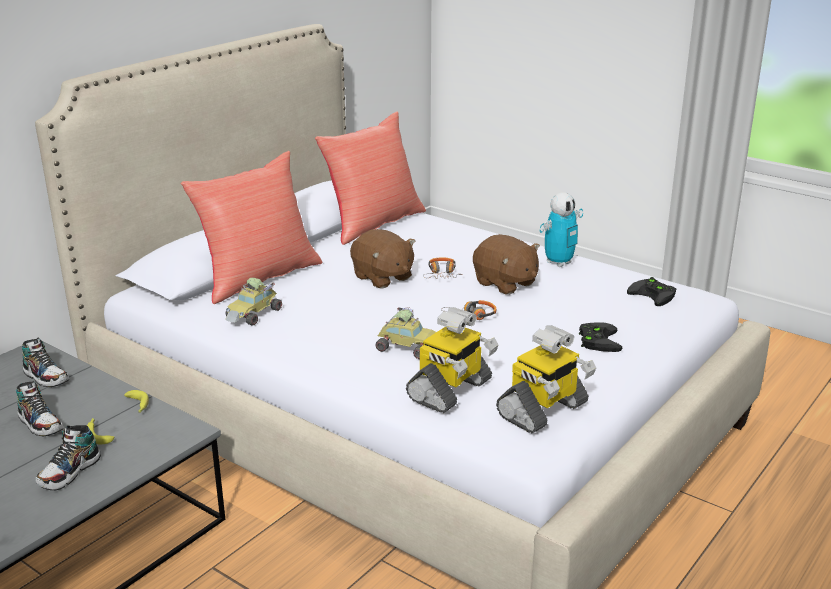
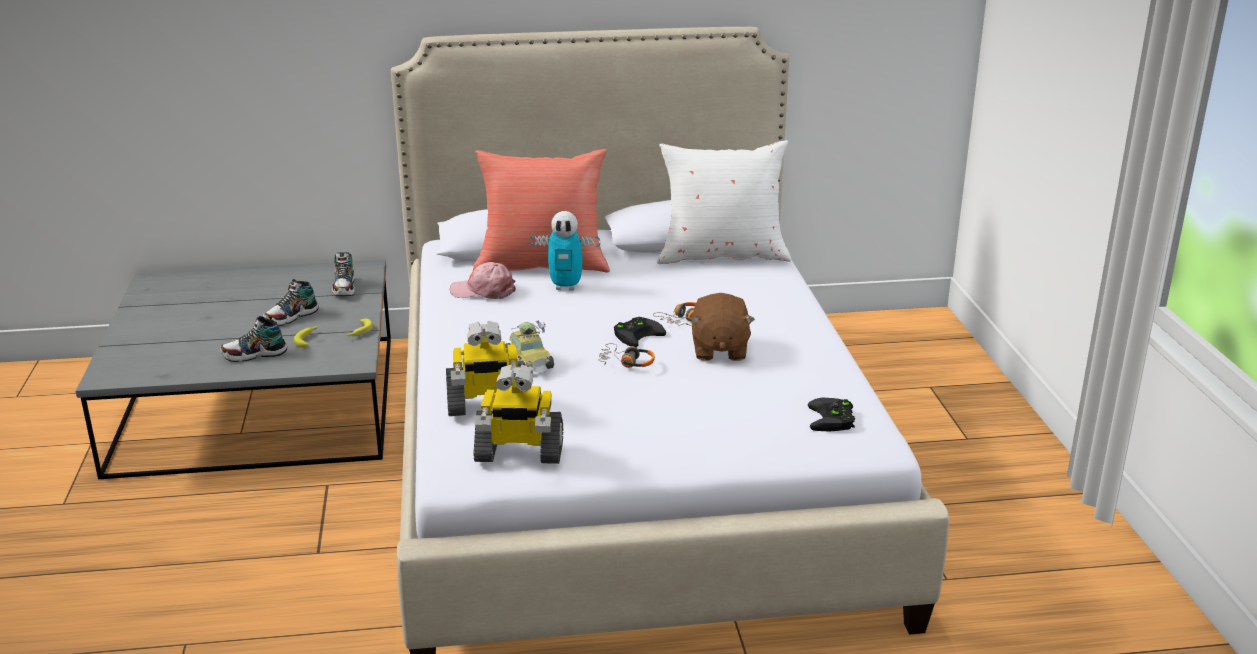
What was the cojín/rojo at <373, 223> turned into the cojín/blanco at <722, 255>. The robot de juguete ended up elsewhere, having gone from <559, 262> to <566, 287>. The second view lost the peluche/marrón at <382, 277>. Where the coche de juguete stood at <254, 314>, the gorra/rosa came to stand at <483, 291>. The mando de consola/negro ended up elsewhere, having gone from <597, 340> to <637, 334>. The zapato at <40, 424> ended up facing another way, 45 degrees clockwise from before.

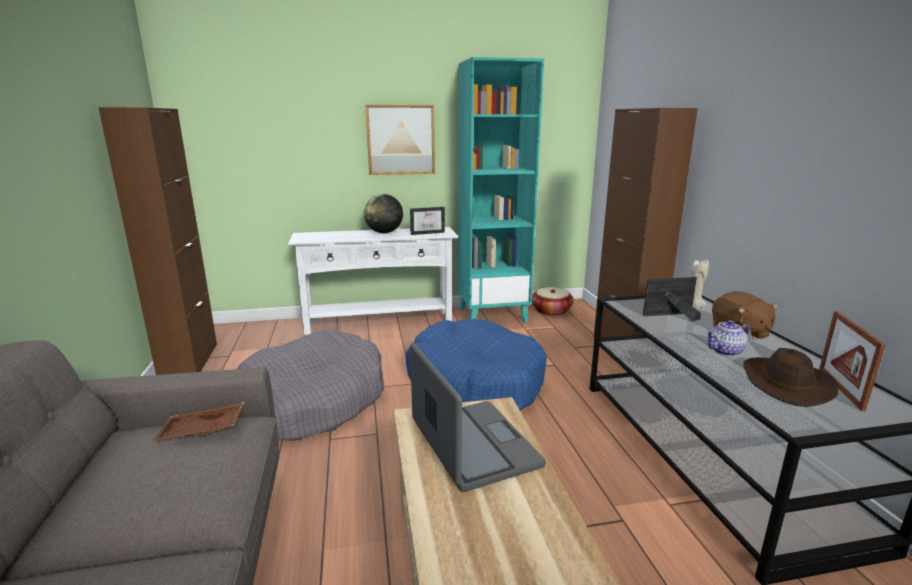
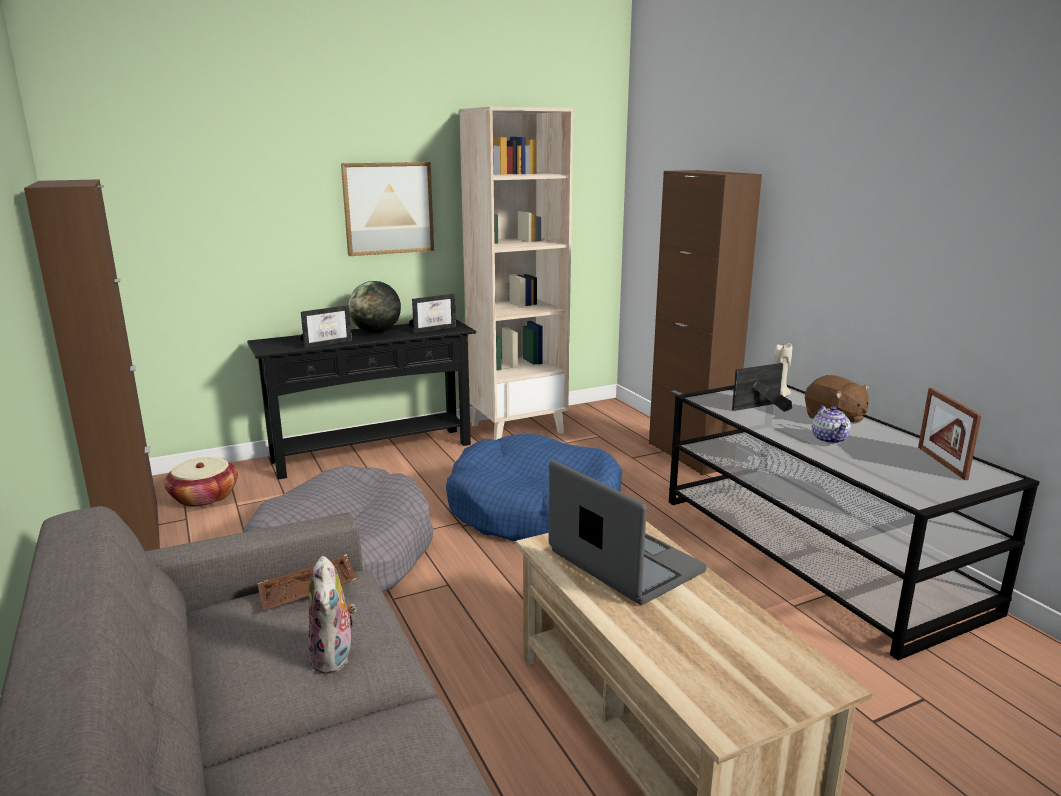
What was the estantería/turquesa at <493, 315> turned into the estantería/beis at <517, 428>. What was the mesa consola/blanco at <379, 322> turned into the mesa consola/negro at <372, 452>. The cesta ended up elsewhere, having gone from <551, 311> to <204, 497>. The tetera at <725, 351> ended up facing another way, 60 degrees counterclockwise from before. The second view lost the sombrero/marrón at <784, 383>. The second view gained the portarretratos at <327, 343>. The second view gained the peluche at <335, 657>.

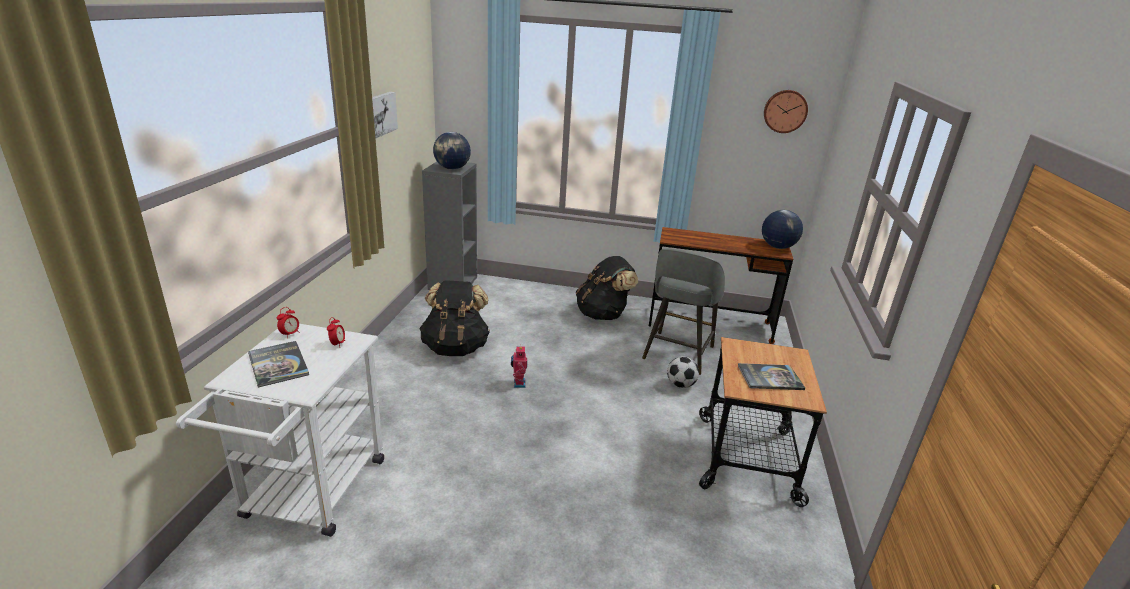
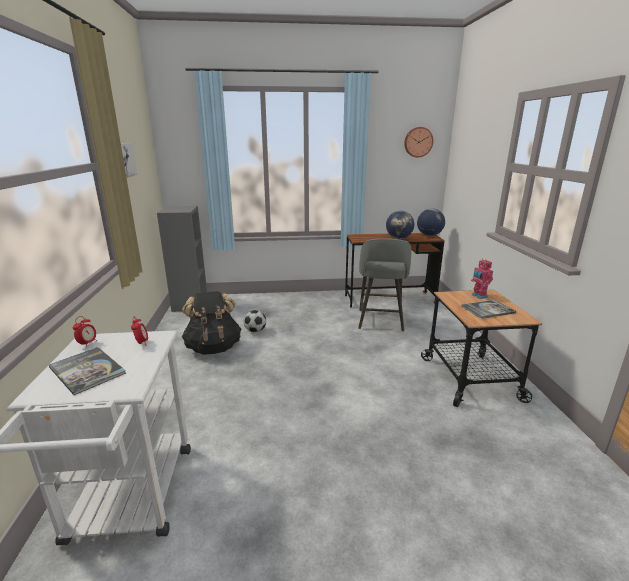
The globo terráqueo ended up elsewhere, having gone from <452, 169> to <399, 238>. The second view lost the mochila/negro at <603, 314>. The robot de juguete ended up elsewhere, having gone from <518, 383> to <478, 296>. The balón de fútbol ended up elsewhere, having gone from <680, 385> to <255, 331>.

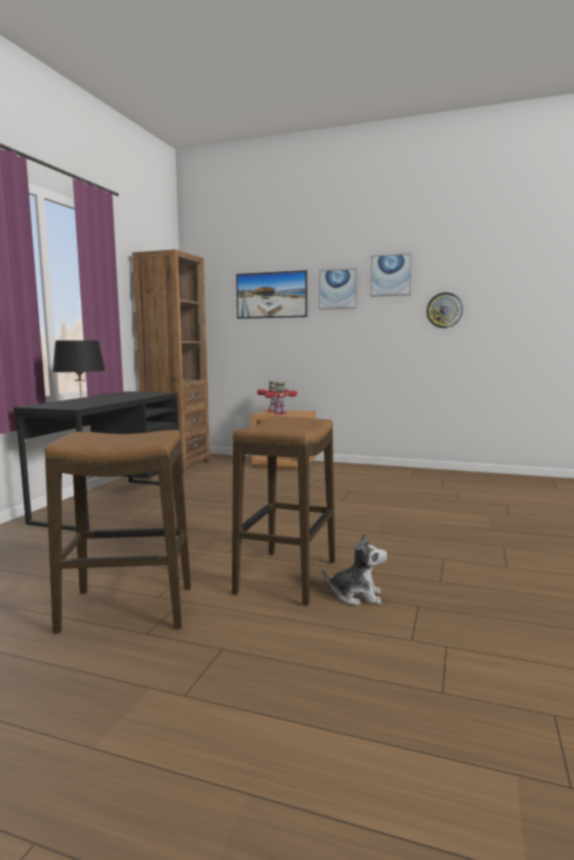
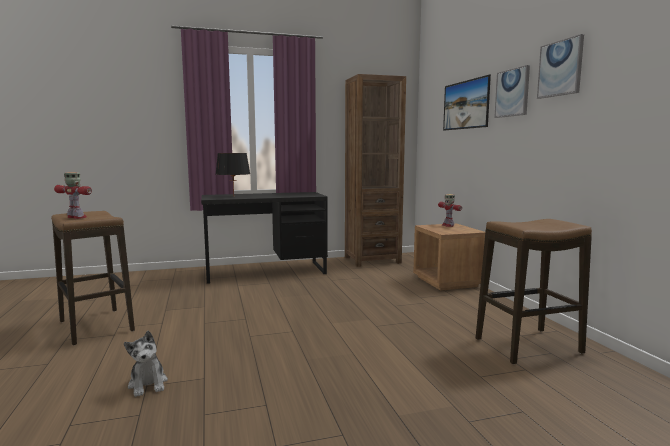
The second view lost the reloj de pared at <444, 310>. The robot de juguete ended up elsewhere, having gone from <280, 413> to <77, 217>. The taburete ended up elsewhere, having gone from <286, 577> to <528, 346>.

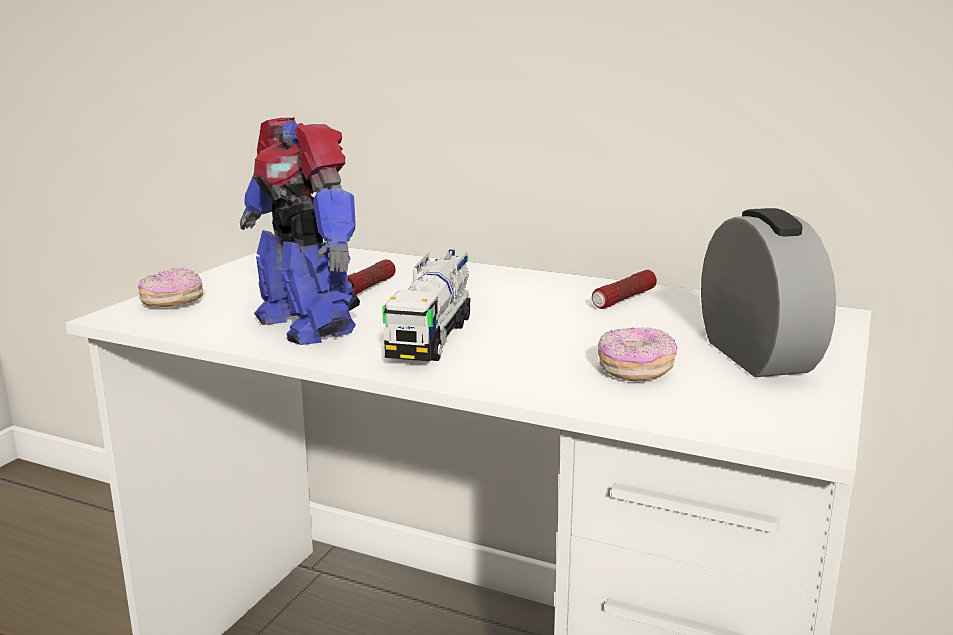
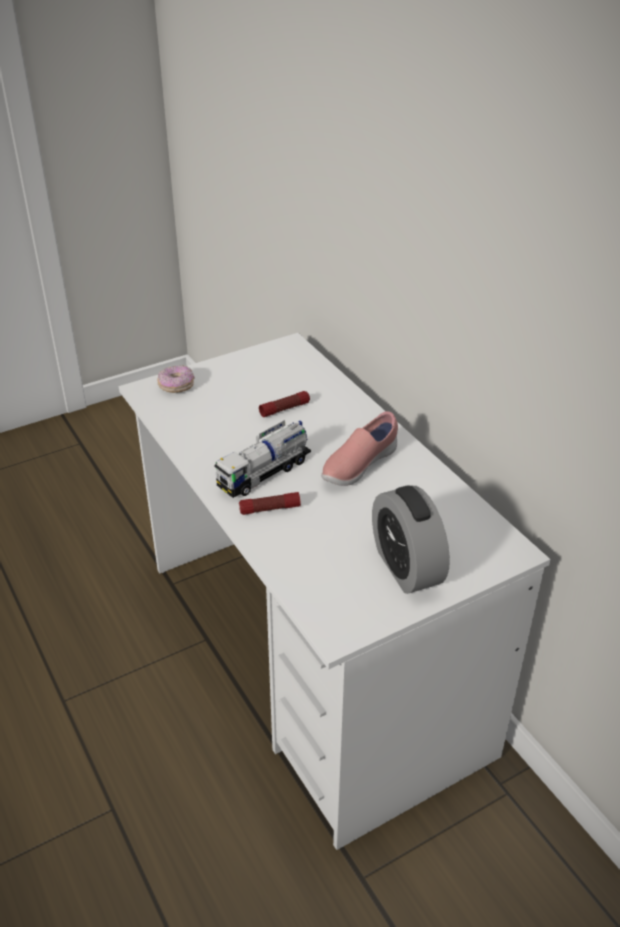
The second view lost the robot de juguete at <307, 324>. The despertador at <756, 356> ended up facing another way, 135 degrees clockwise from before. The linterna ended up elsewhere, having gone from <623, 299> to <270, 509>. The second view lost the rosquilla at <635, 370>. The second view gained the zapato/rosa at <358, 466>.

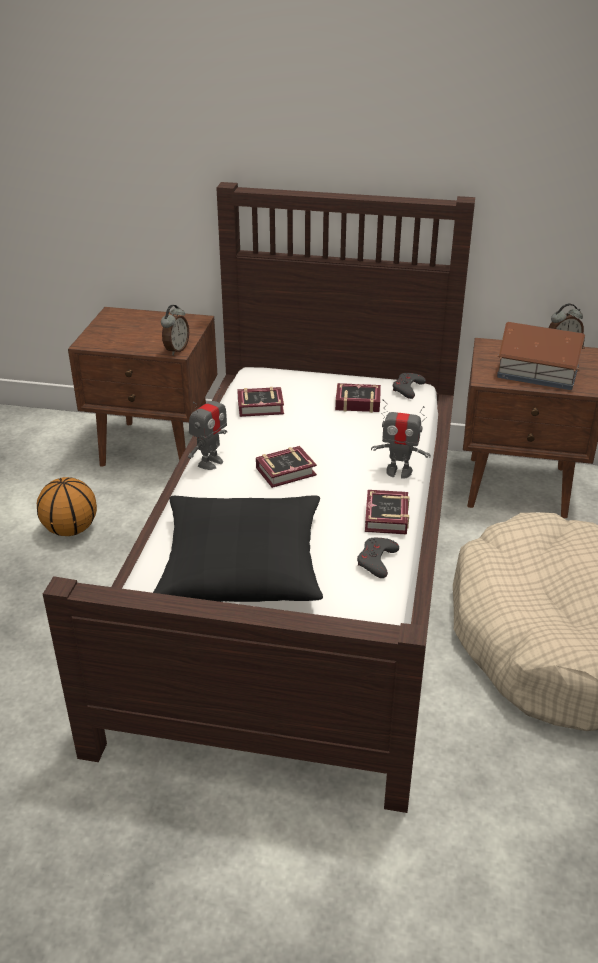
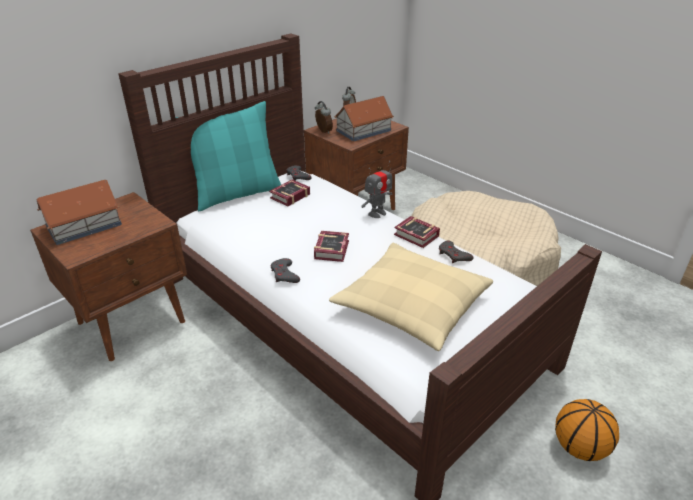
The despertador ended up elsewhere, having gone from <176, 350> to <323, 131>. Where the robot de juguete stood at <210, 462>, the mando de consola/gris came to stand at <284, 274>. The second view lost the libro at <262, 407>. The balón de baloncesto ended up elsewhere, having gone from <71, 530> to <580, 447>. What was the cojín/negro at <242, 563> turned into the cojín/beis at <411, 305>. The second view gained the cojín/turquesa at <237, 194>. The second view gained the casita at <85, 225>.

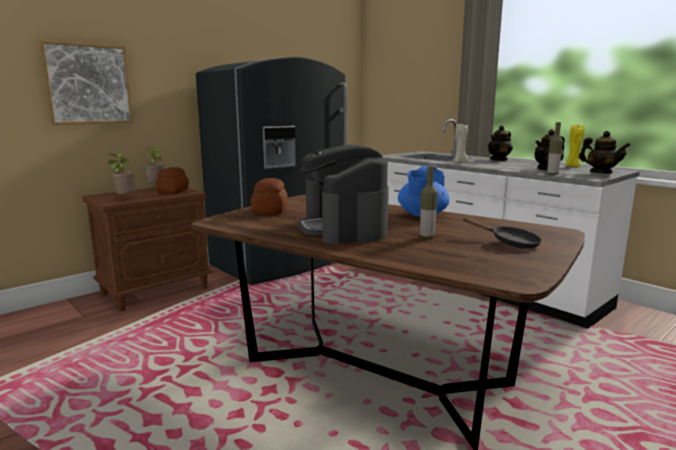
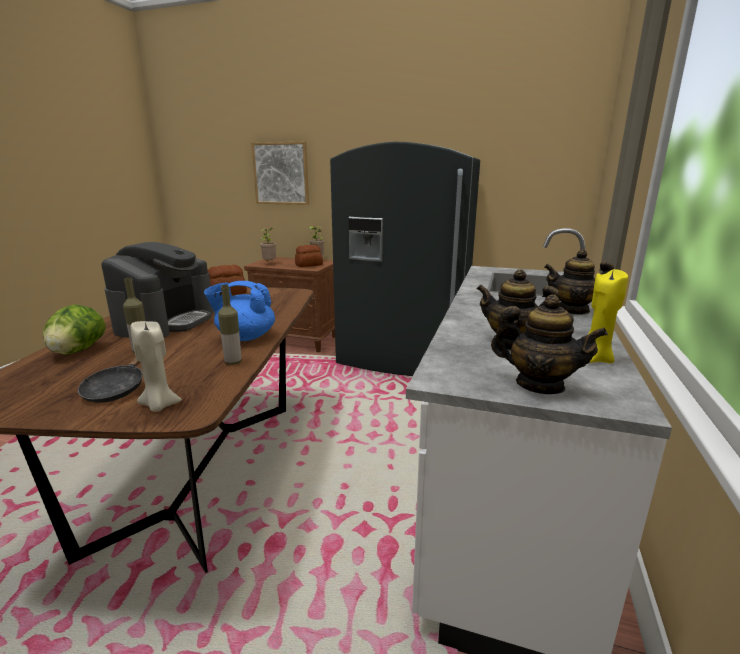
The botella ended up elsewhere, having gone from <552, 174> to <233, 362>. The vela/beis ended up elsewhere, having gone from <460, 163> to <159, 406>. The tetera at <601, 173> ended up facing another way, 75 degrees counterclockwise from before. The cafetera at <343, 229> ended up facing another way, 150 degrees clockwise from before. The second view gained the lechuga at <77, 351>.

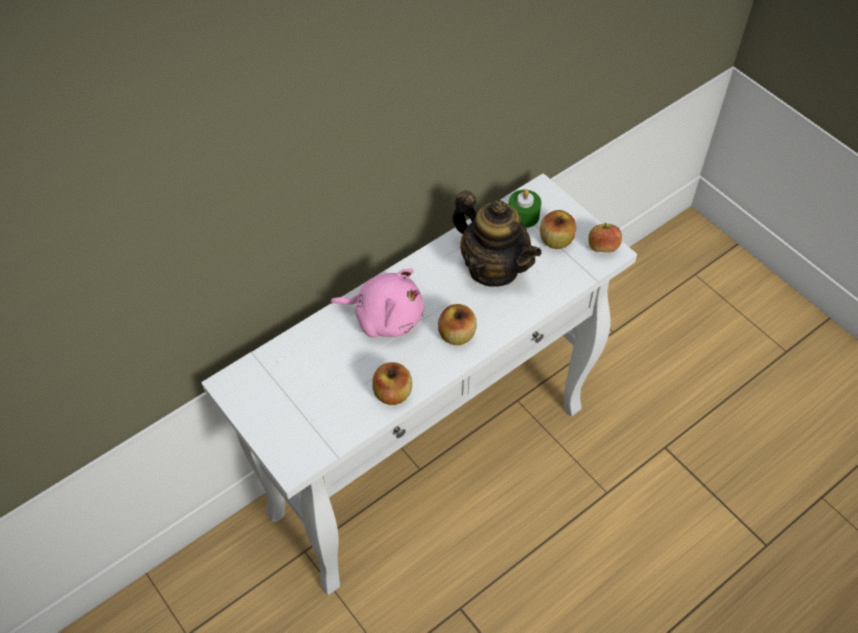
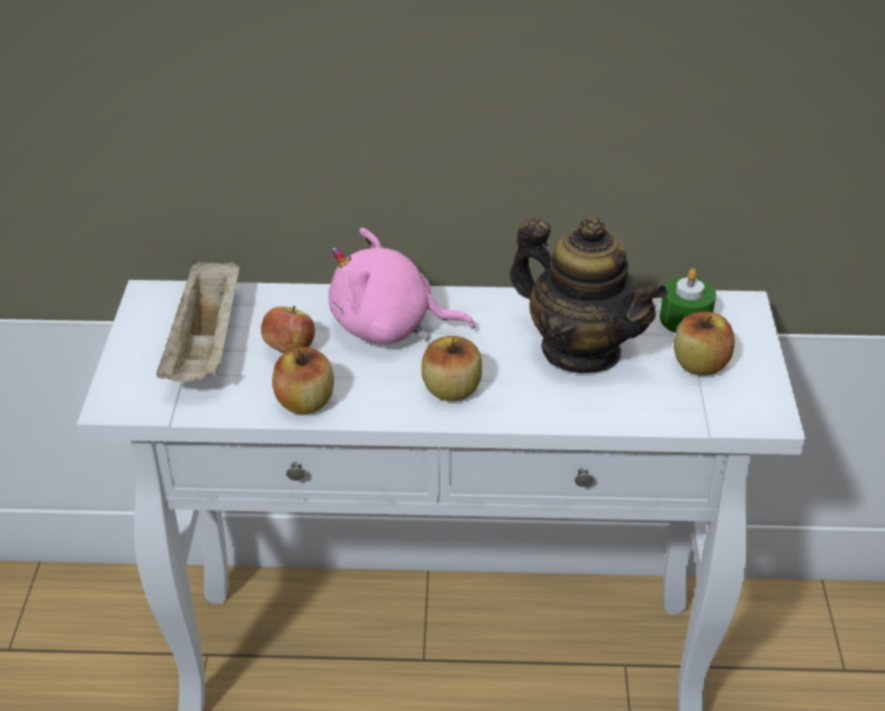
The tetera at <493, 268> ended up facing another way, 45 degrees counterclockwise from before. The manzana ended up elsewhere, having gone from <602, 248> to <289, 350>. The peluche/rosa at <385, 317> ended up facing another way, 135 degrees clockwise from before. The second view gained the bandeja/beis at <206, 346>.

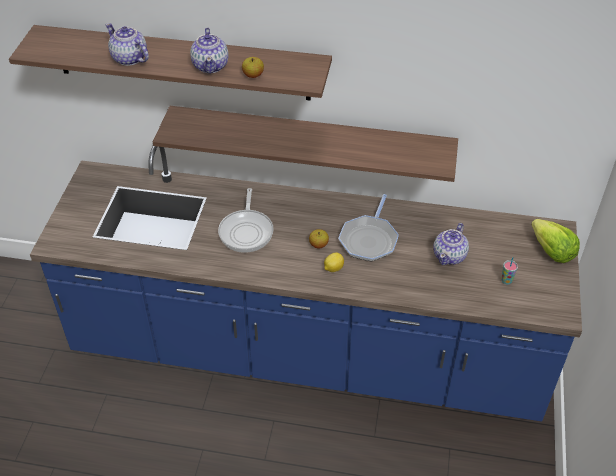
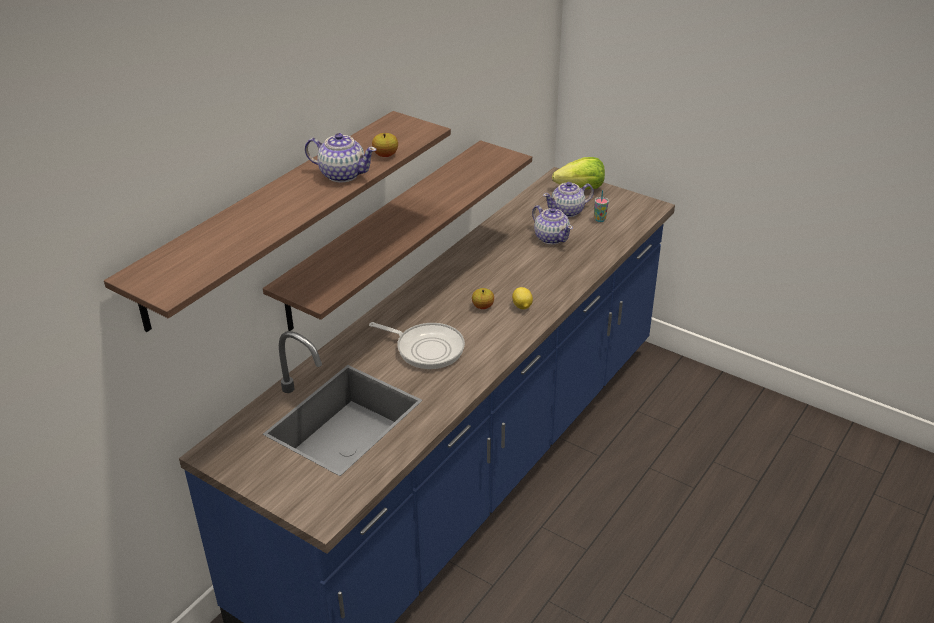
The tetera ended up elsewhere, having gone from <129, 59> to <568, 211>. The second view lost the sartén at <369, 239>.

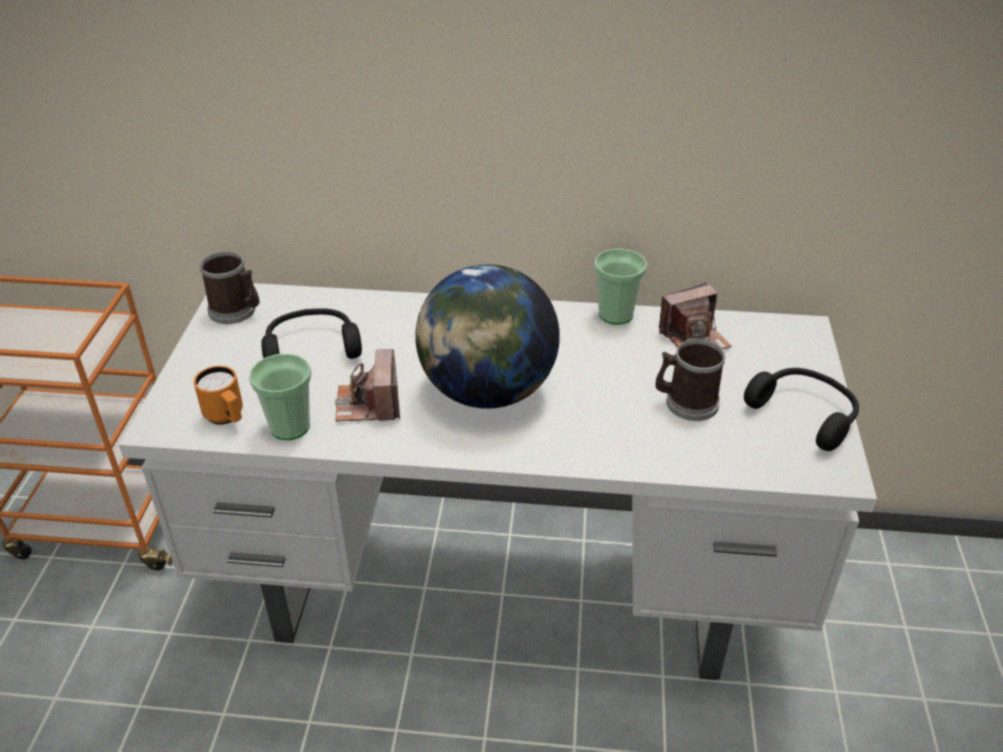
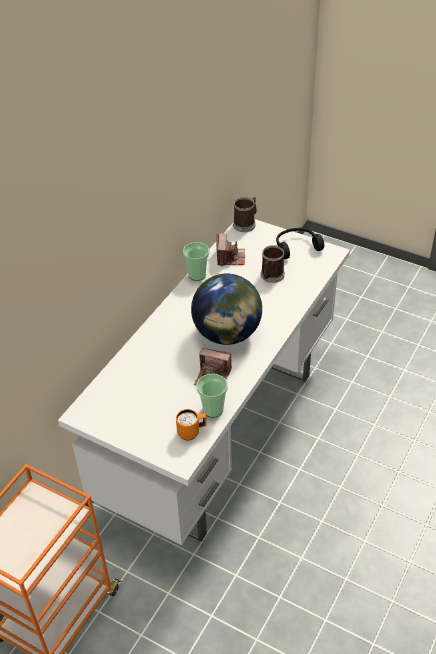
The taza grande ended up elsewhere, having gone from <237, 311> to <246, 224>. The second view lost the auriculares/negro at <311, 347>.

